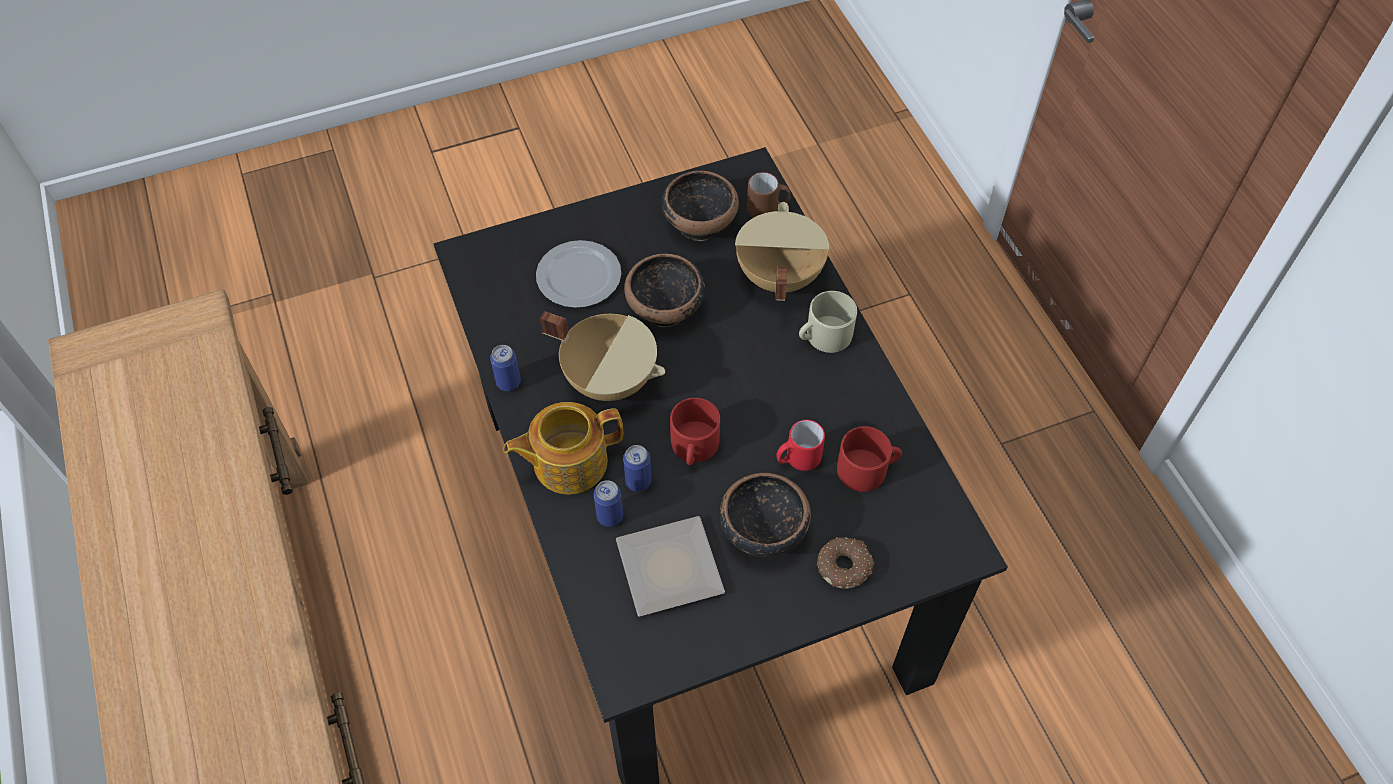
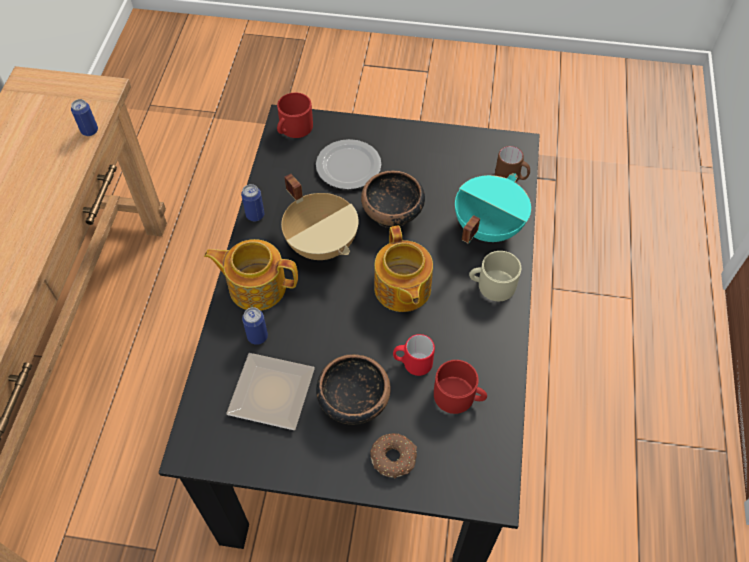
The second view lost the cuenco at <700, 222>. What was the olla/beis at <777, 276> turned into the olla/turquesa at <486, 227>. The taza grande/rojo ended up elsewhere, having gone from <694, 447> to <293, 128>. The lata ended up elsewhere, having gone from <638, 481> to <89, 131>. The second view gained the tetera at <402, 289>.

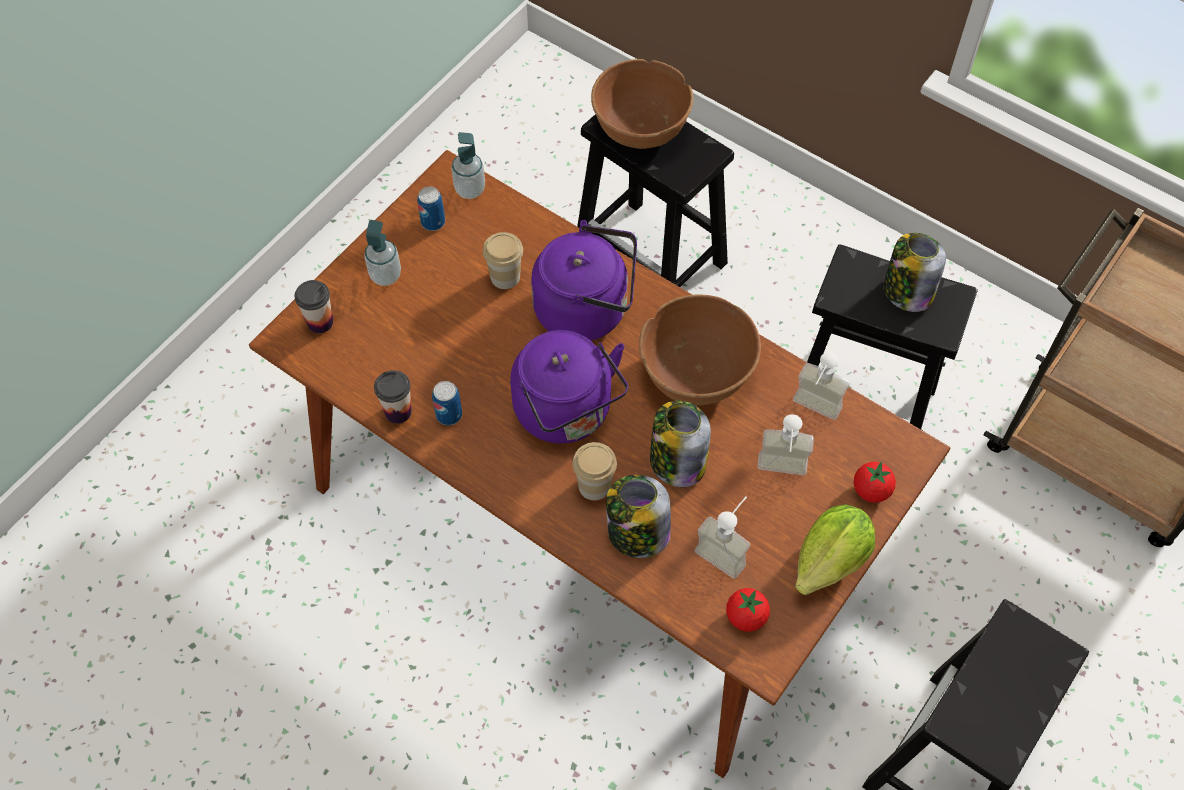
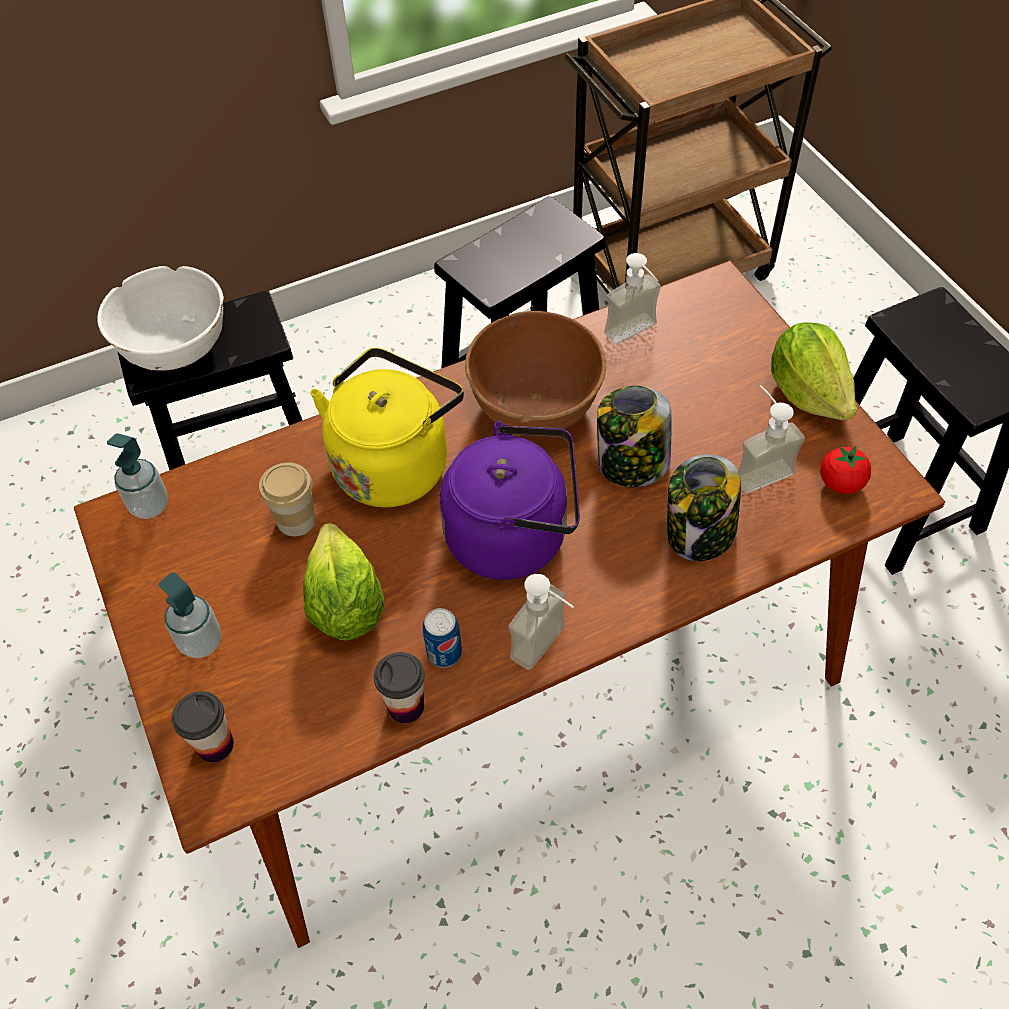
What was the cuenco/marrón at <640, 127> turned into the cuenco/blanco at <175, 347>. The second view lost the lata at <433, 222>. What was the hervidor/morado at <587, 309> turned into the hervidor/amarillo at <394, 463>. The second view lost the tarro at <907, 291>. The dispensador de jabón ended up elsewhere, having gone from <781, 473> to <548, 649>. The second view lost the taza at <594, 486>. The second view lost the tomate at <871, 490>. The second view gained the lechuga at <345, 605>.

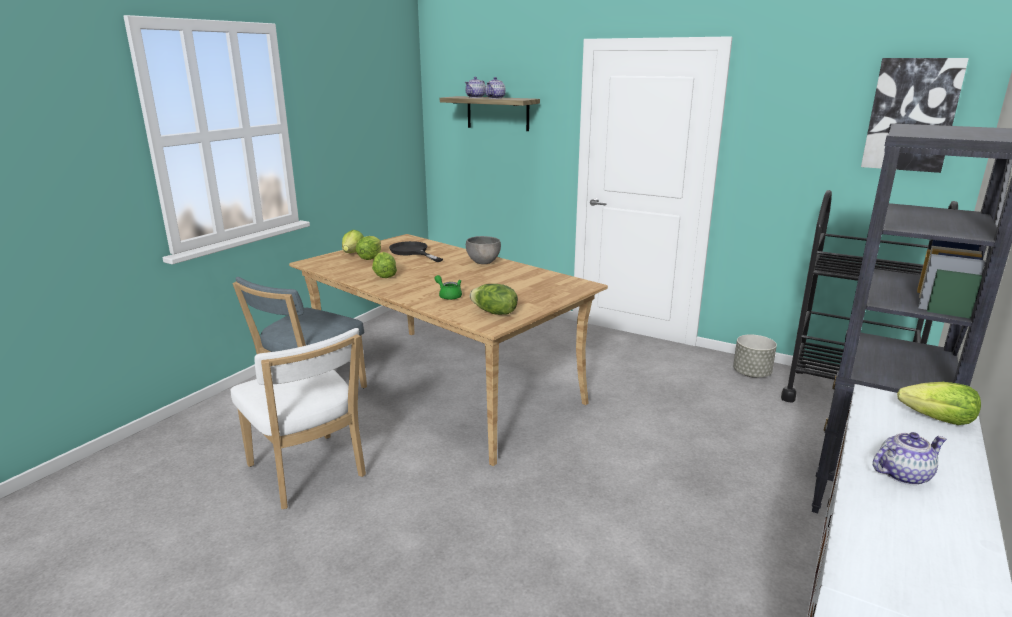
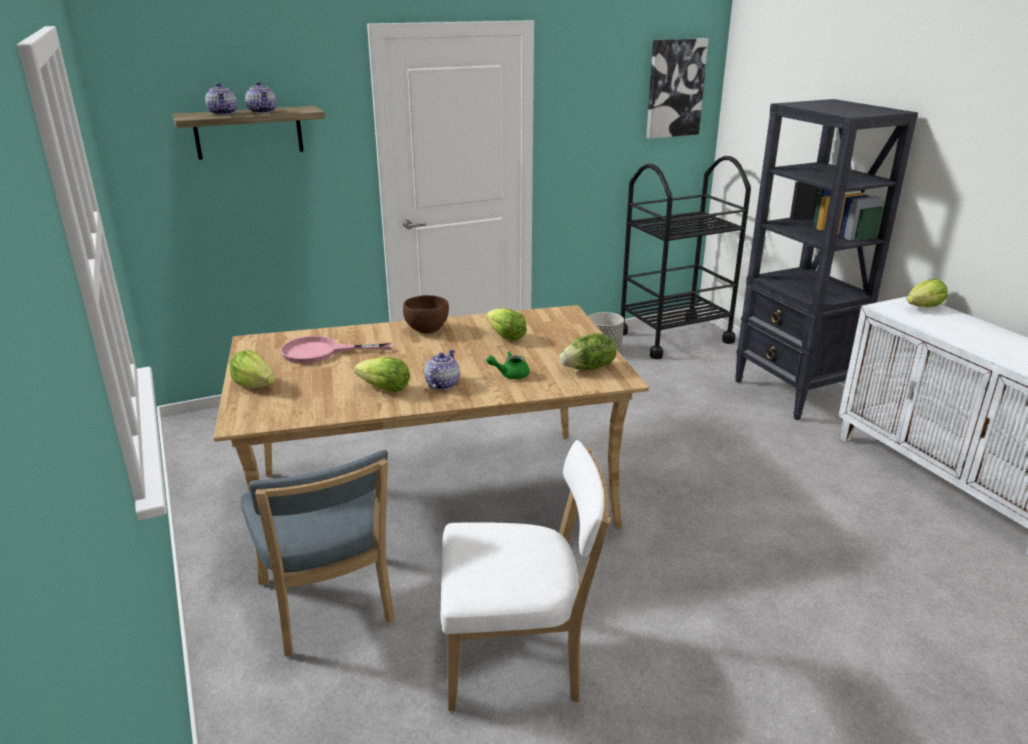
The lechuga ended up elsewhere, having gone from <370, 257> to <506, 337>. What was the cuenco/gris at <483, 262> turned into the cuenco/marrón at <427, 329>. What was the sartén/negro at <412, 252> turned into the sartén/rosa at <321, 352>. The tetera ended up elsewhere, having gone from <902, 475> to <442, 384>.

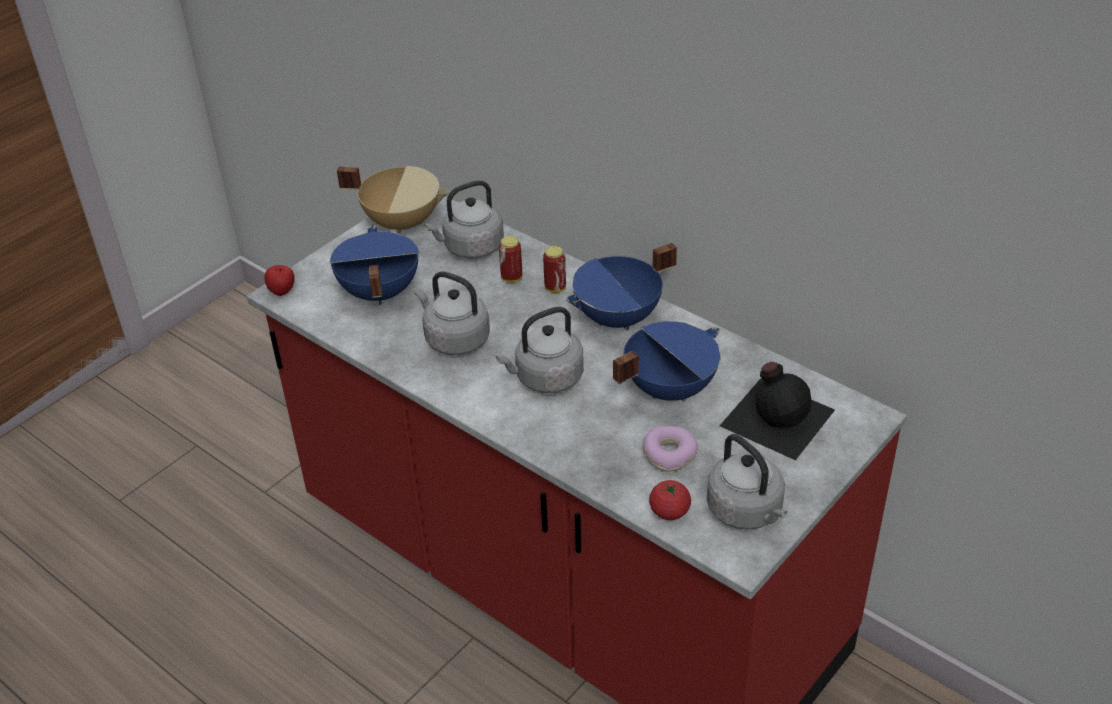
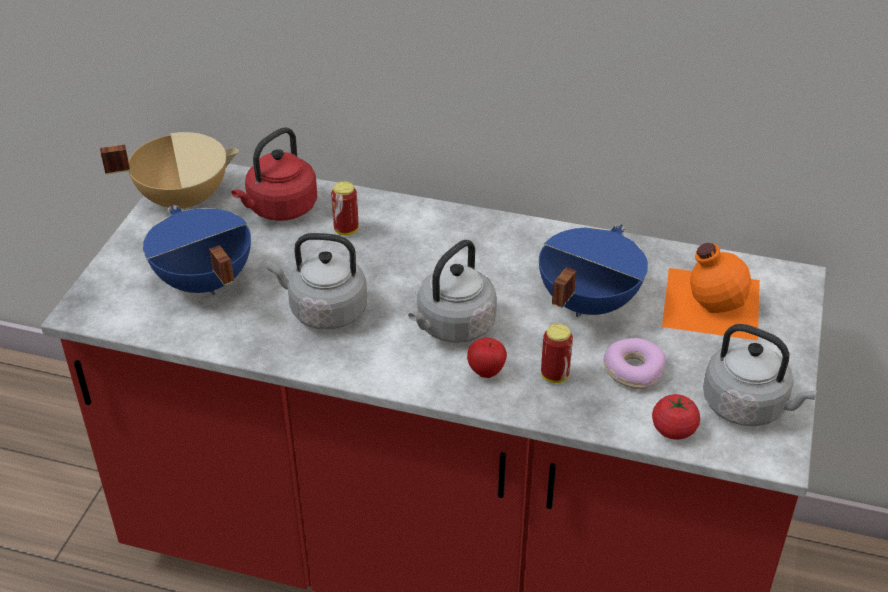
What was the hervidor/gris at <470, 248> turned into the hervidor/rojo at <279, 209>. The second view lost the olla/azul at <618, 319>. The lata ended up elsewhere, having gone from <555, 288> to <554, 375>. The manzana ended up elsewhere, having gone from <282, 292> to <486, 372>. What was the botella/negro at <776, 416> turned into the botella/naranja at <710, 301>.

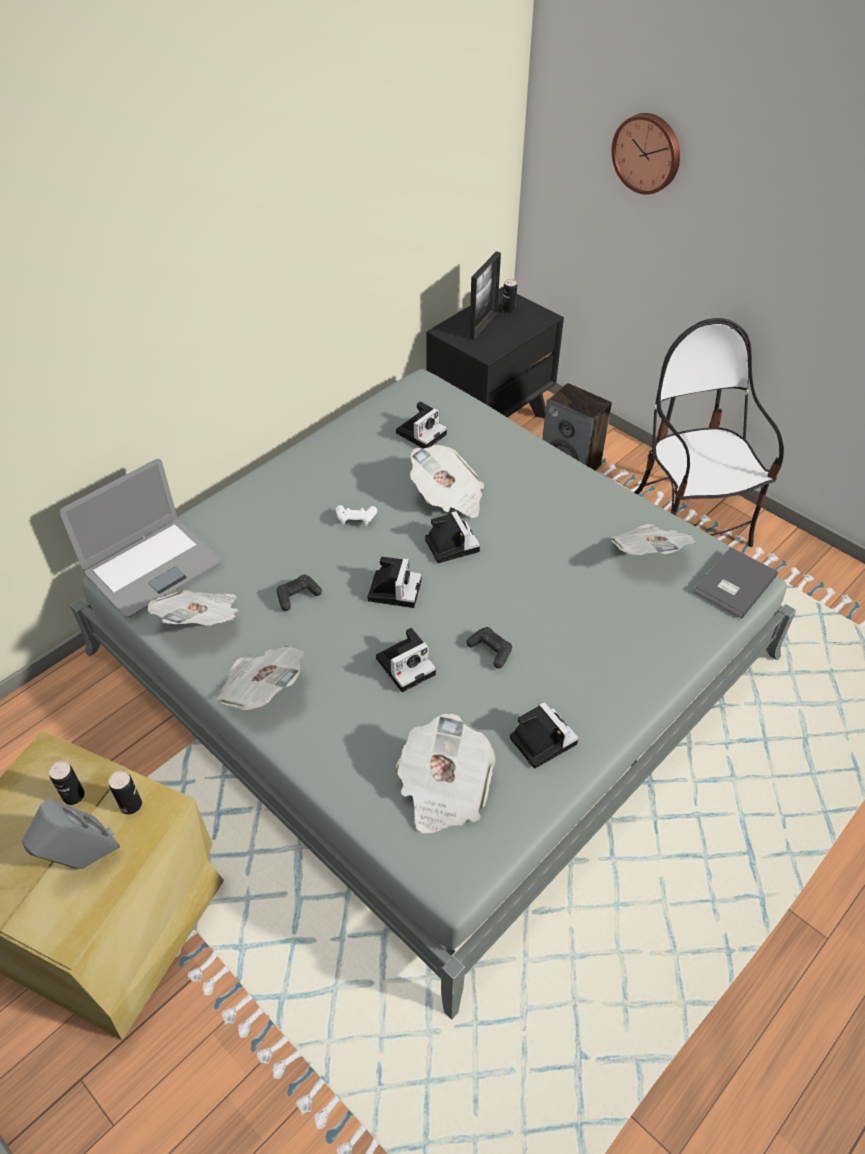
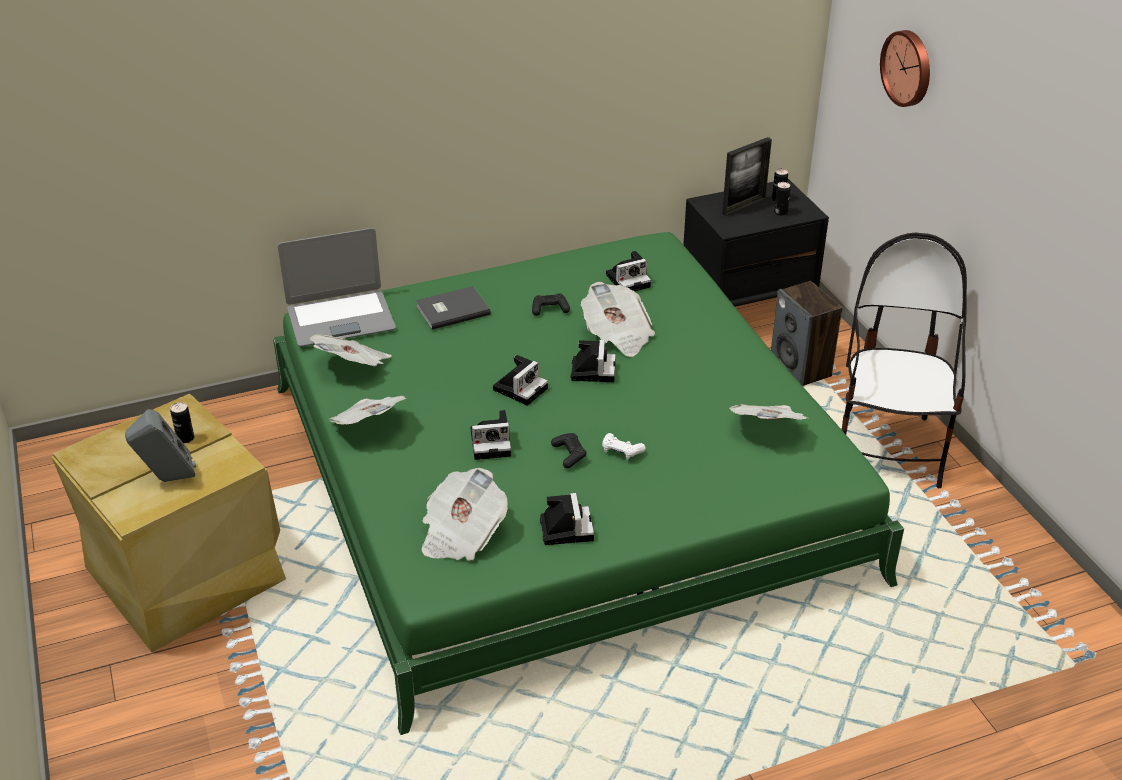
What was the cama/gris at <432, 655> turned into the cama/verde at <560, 480>. The mando de consola/blanco ended up elsewhere, having gone from <356, 519> to <621, 451>. The libro/gris ended up elsewhere, having gone from <732, 584> to <451, 309>. The mando de consola/negro ended up elsewhere, having gone from <297, 596> to <550, 309>. The lata ended up elsewhere, having gone from <131, 805> to <780, 213>.

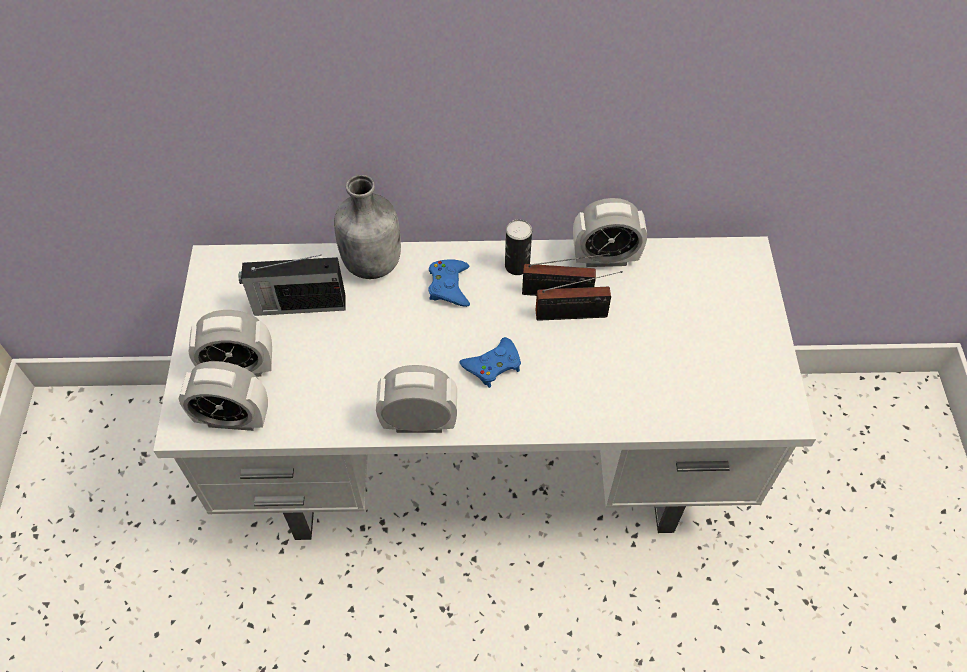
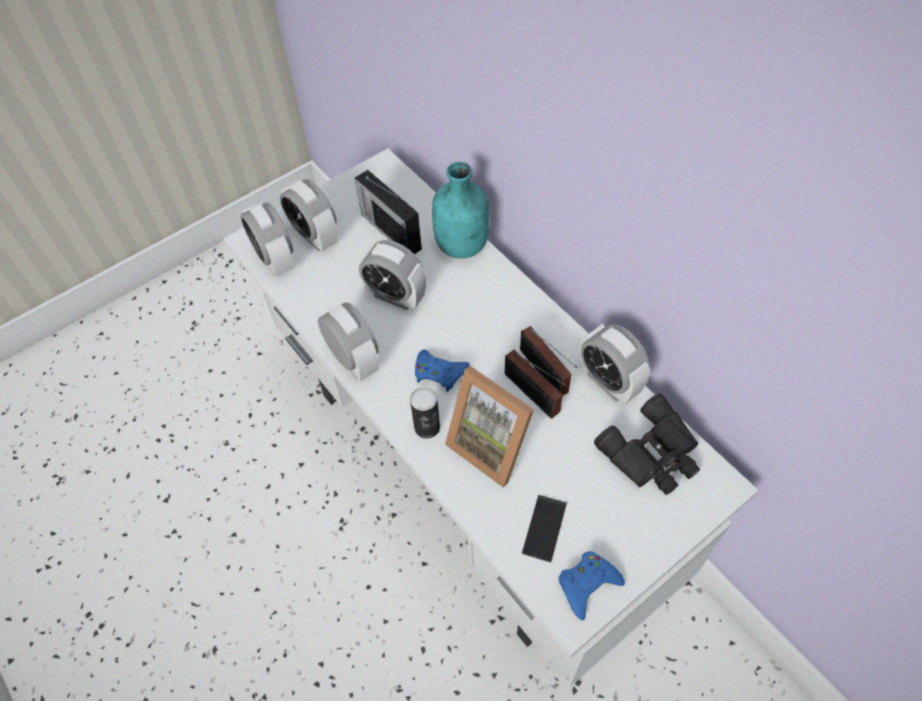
What was the botella/gris at <373, 262> turned into the botella/turquesa at <463, 245>. The lata ended up elsewhere, having gone from <517, 266> to <427, 427>. The mando de consola/azul ended up elsewhere, having gone from <449, 286> to <587, 584>. The second view gained the despertador at <395, 296>. The second view gained the portarretratos at <493, 444>. The second view gained the prismáticos/negro at <653, 454>. The second view gained the móvil at <544, 528>.

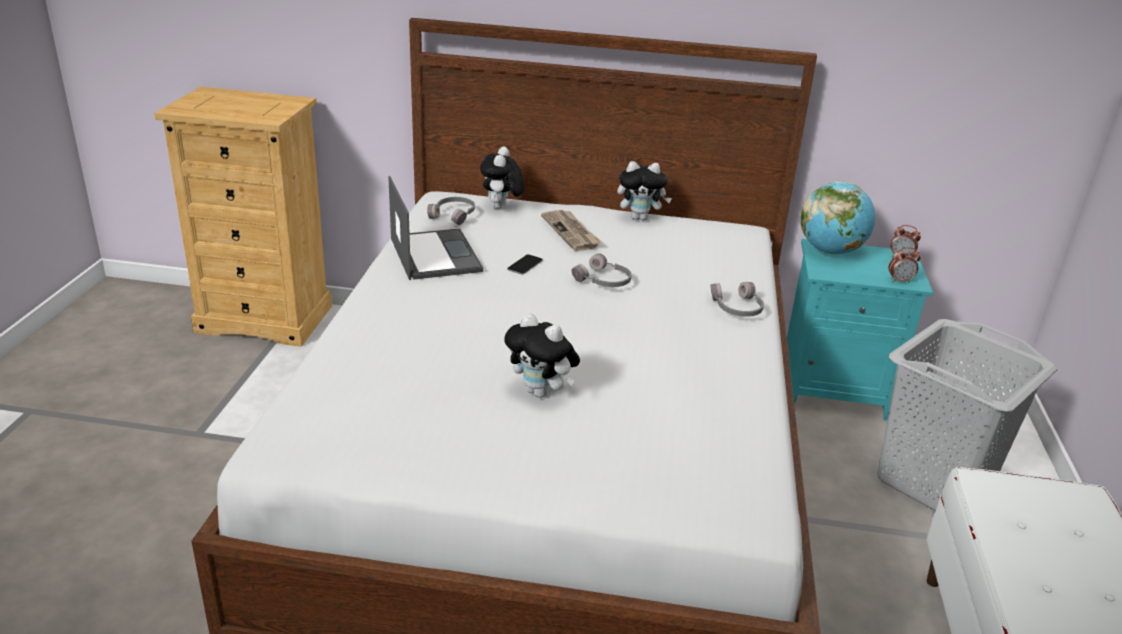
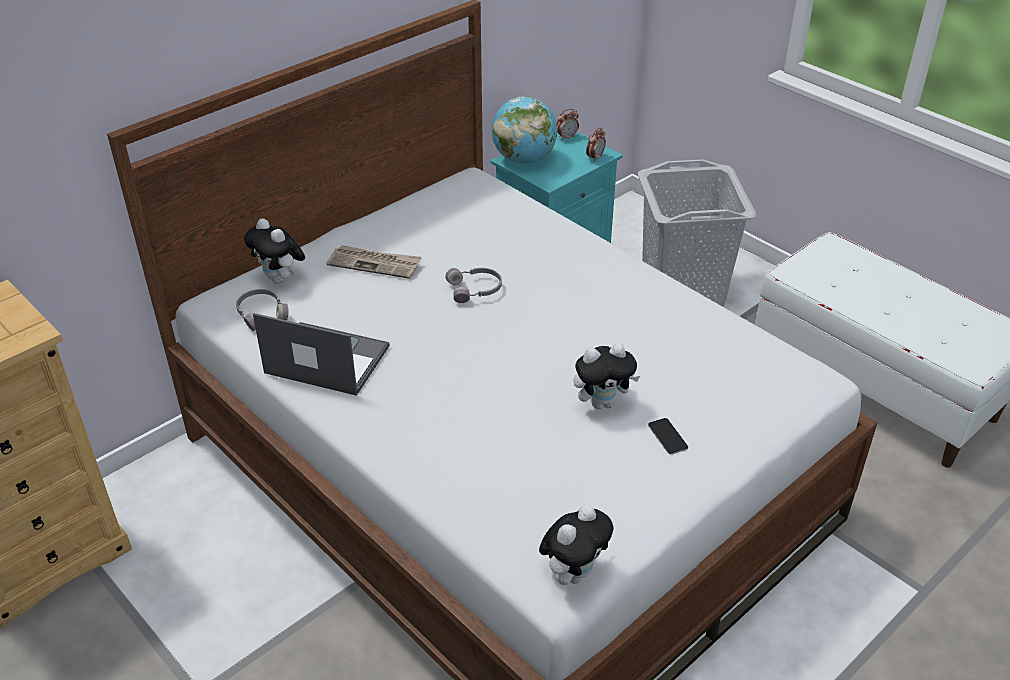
The peluche ended up elsewhere, having gone from <640, 218> to <573, 573>. The móvil ended up elsewhere, having gone from <525, 265> to <667, 436>. The second view lost the auriculares/gris at <736, 308>.

